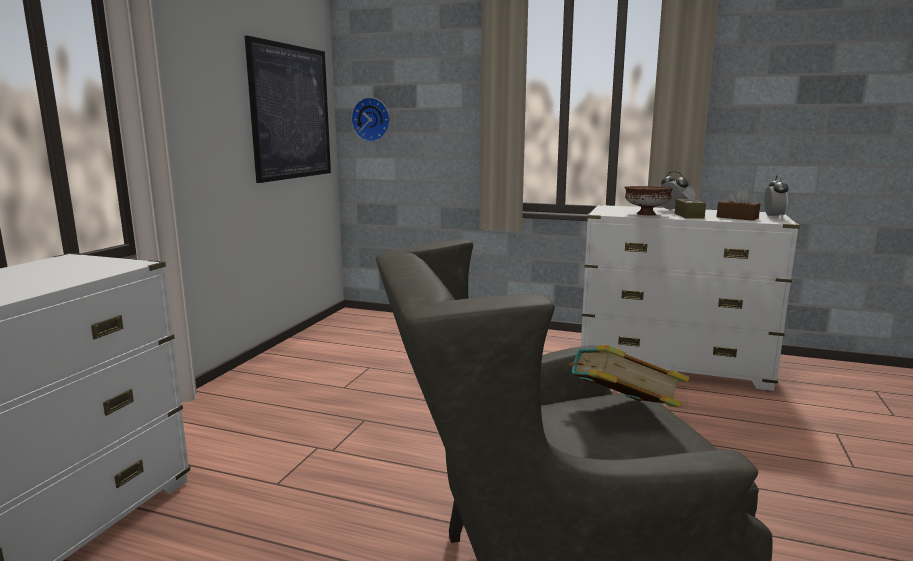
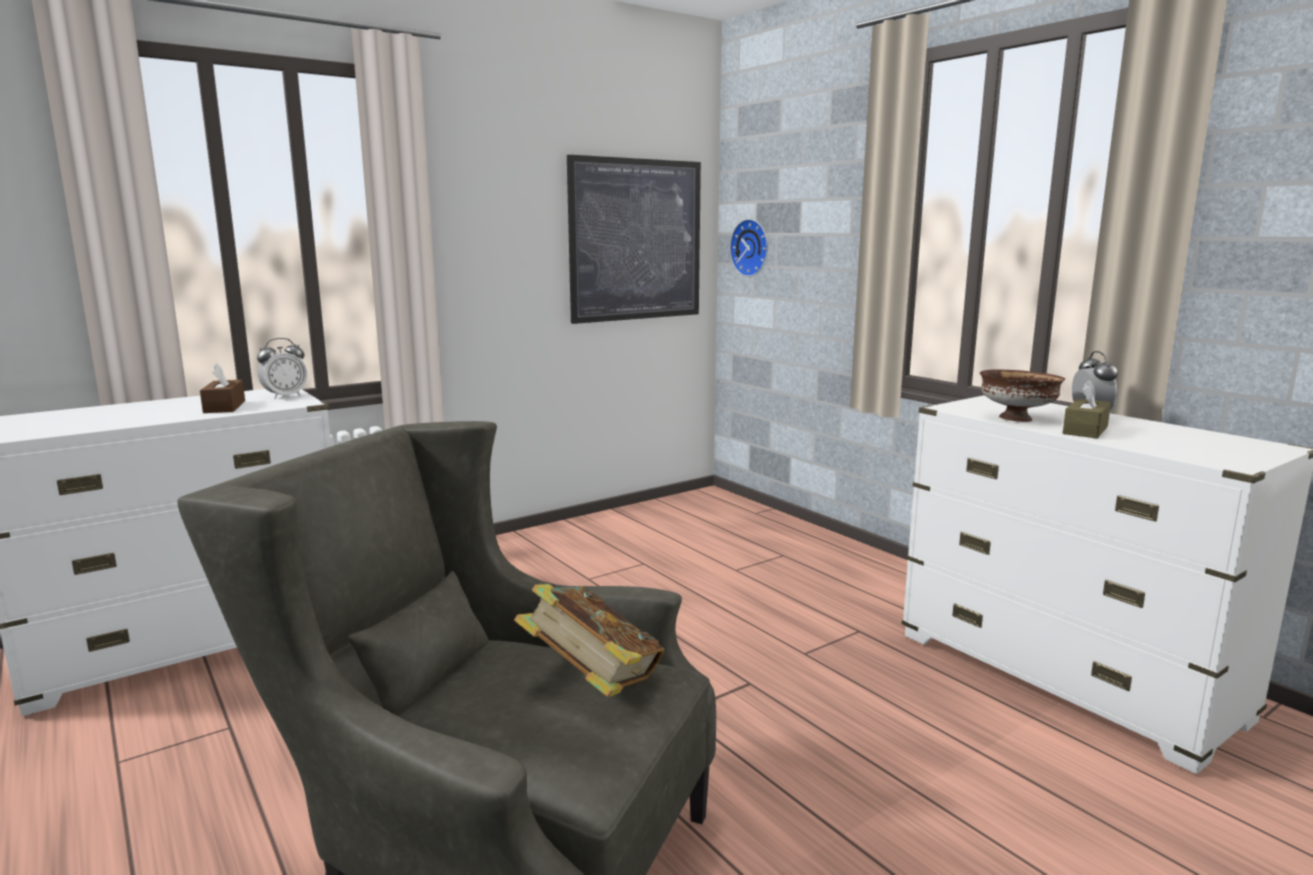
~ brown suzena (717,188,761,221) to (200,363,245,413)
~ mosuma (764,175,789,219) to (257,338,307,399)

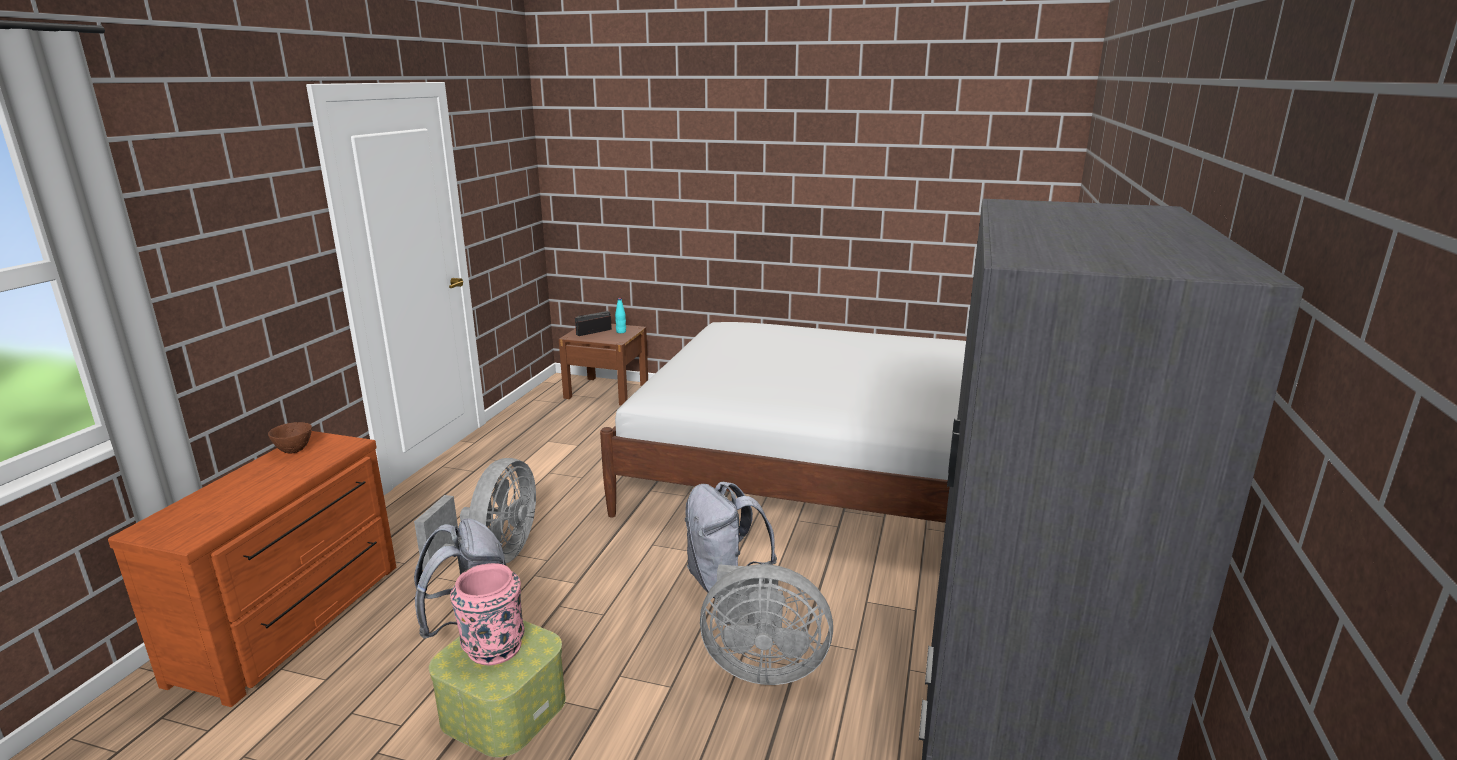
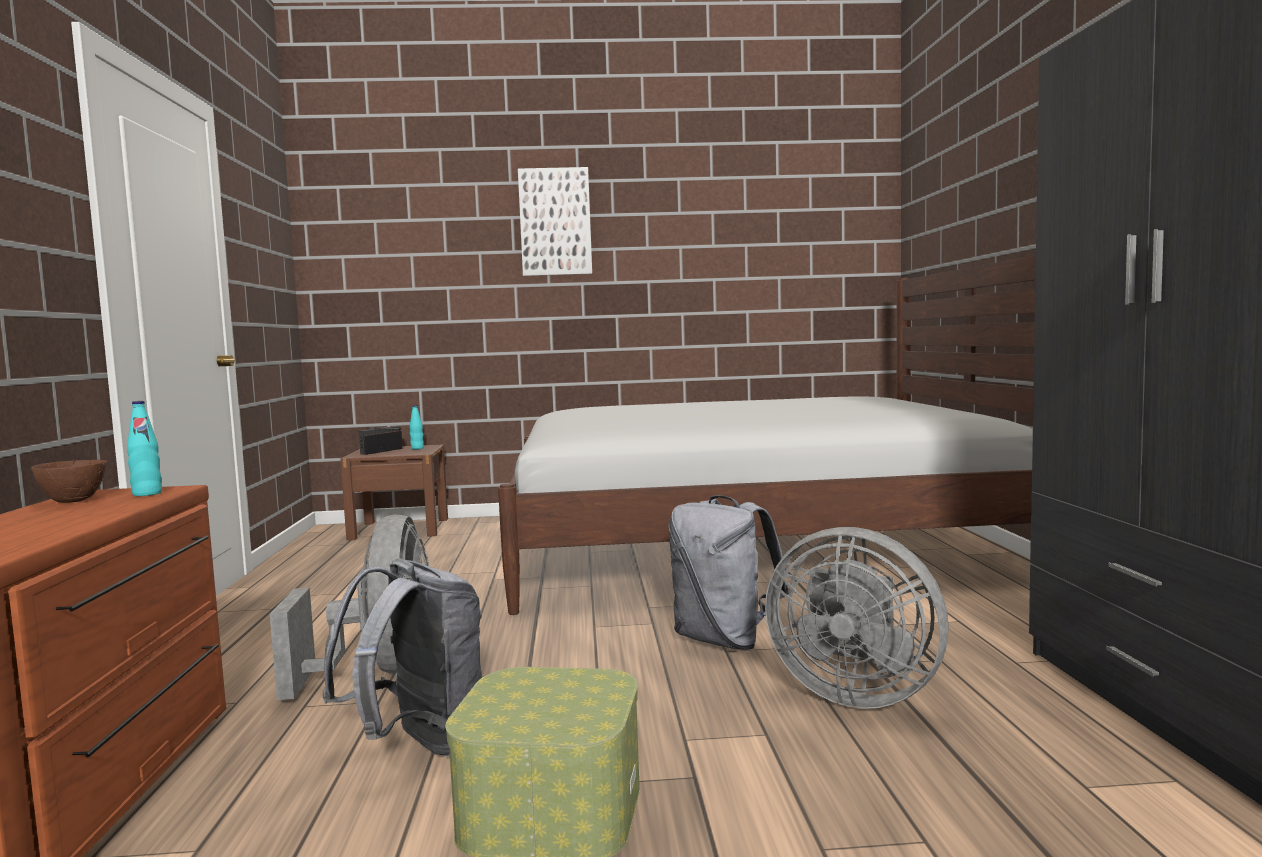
- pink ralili (450,563,525,665)
+ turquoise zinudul (127,401,162,496)
+ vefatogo (518,167,592,276)
~ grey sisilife (700,564,833,685) = (765,527,949,709) 45 degrees clockwise

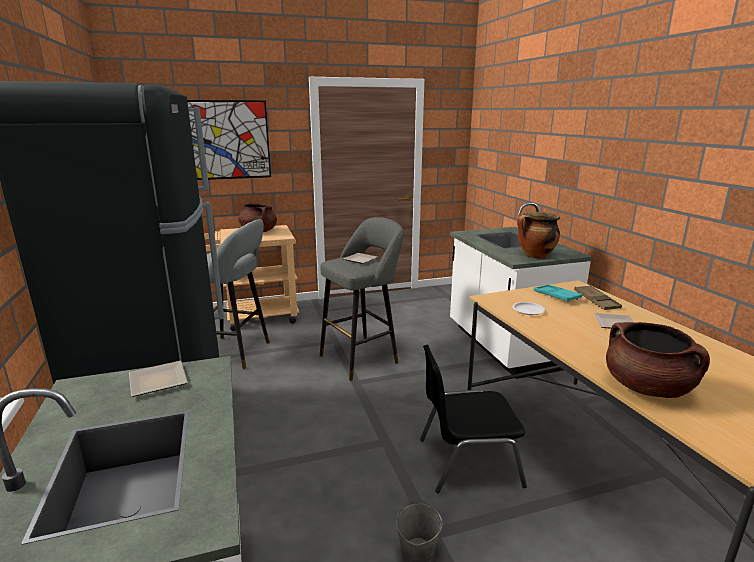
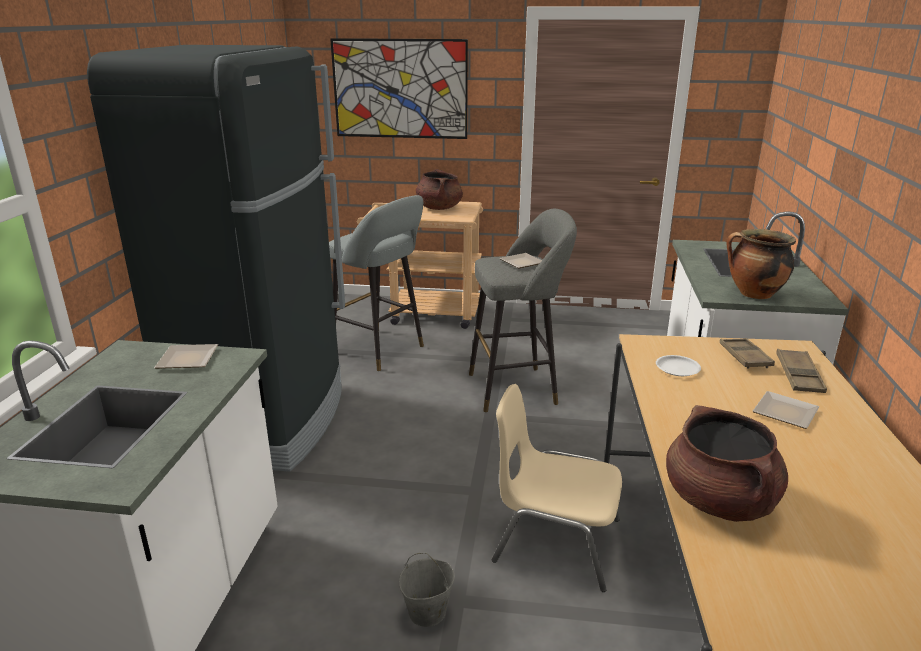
~ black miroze (420,345,527,493) to beige miroze (492,384,622,592)
~ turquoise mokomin (534,284,582,302) to brown mokomin (720,338,775,369)

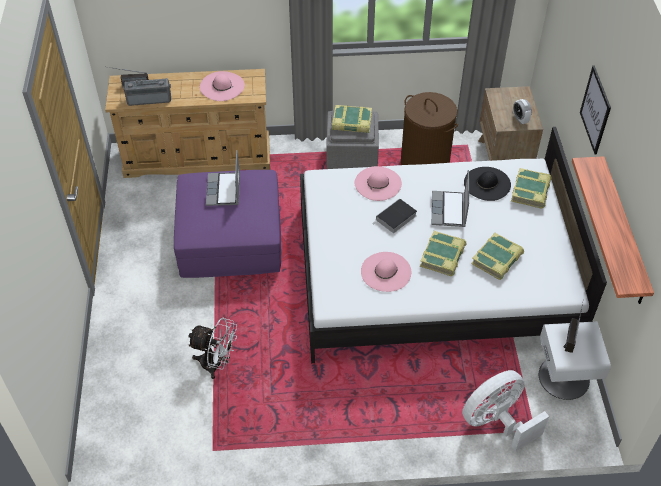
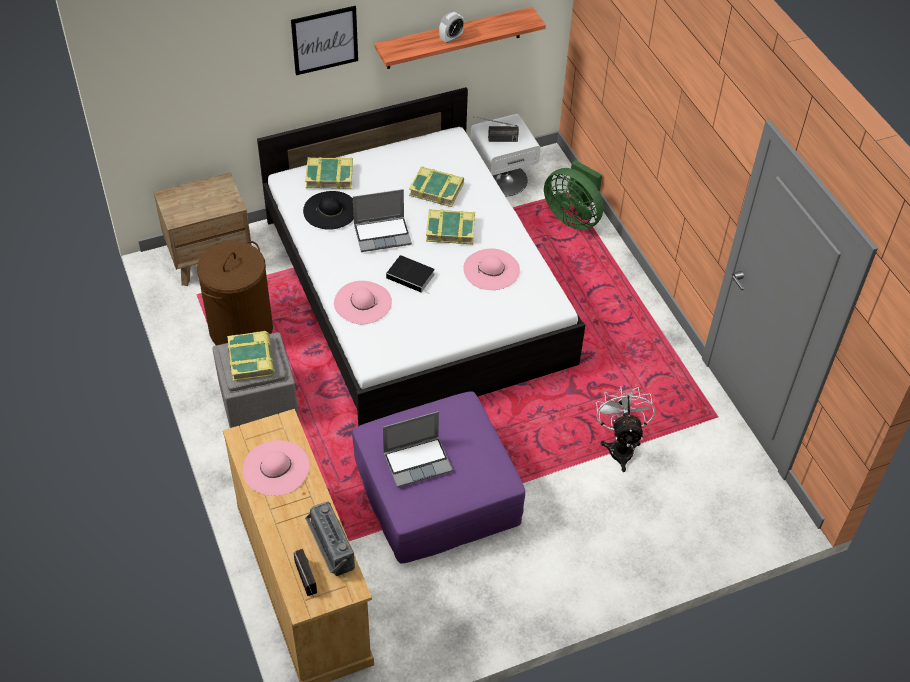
~ mosuma (513,99,532,124) to (439,12,464,43)
~ white sisilife (462,370,549,451) to green sisilife (544,160,604,230)

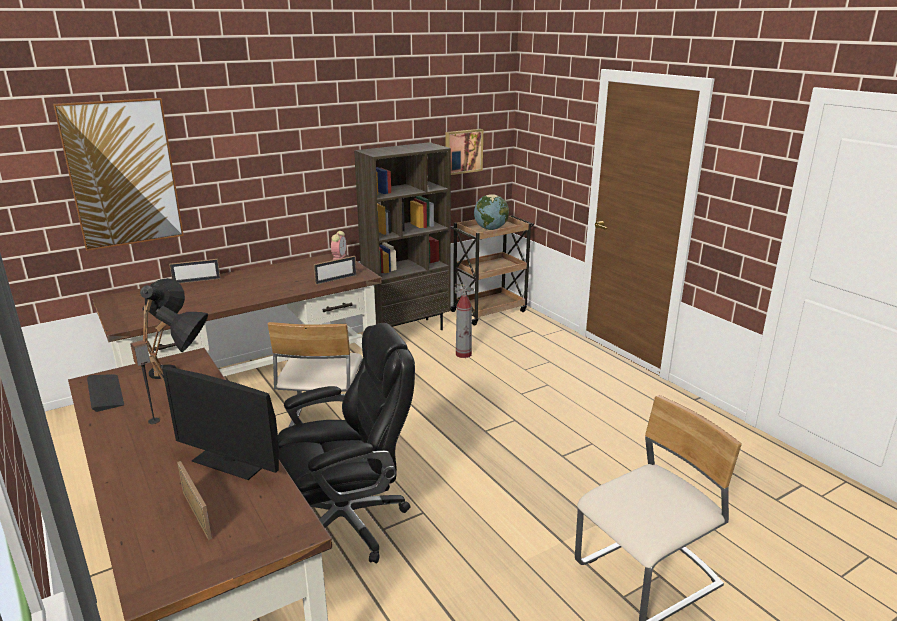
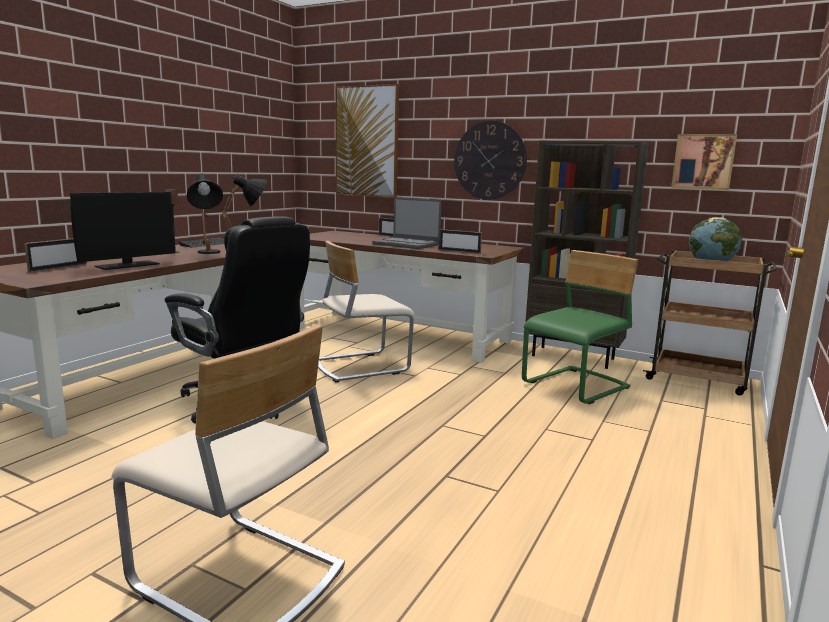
- mosuma (331,231,346,260)
+ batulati (372,197,442,249)
+ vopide (454,121,527,200)
~ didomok (454,284,474,358) to green miroze (522,250,638,404)
~ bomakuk (162,366,279,480) = (70,192,175,270) 135 degrees counterclockwise

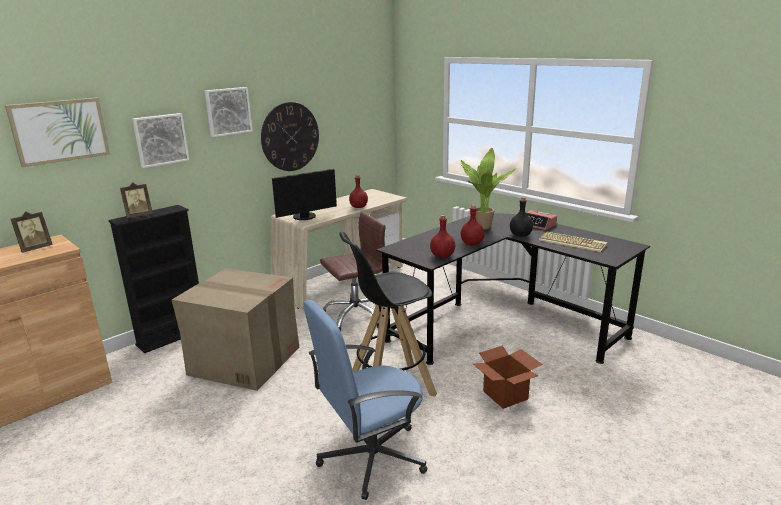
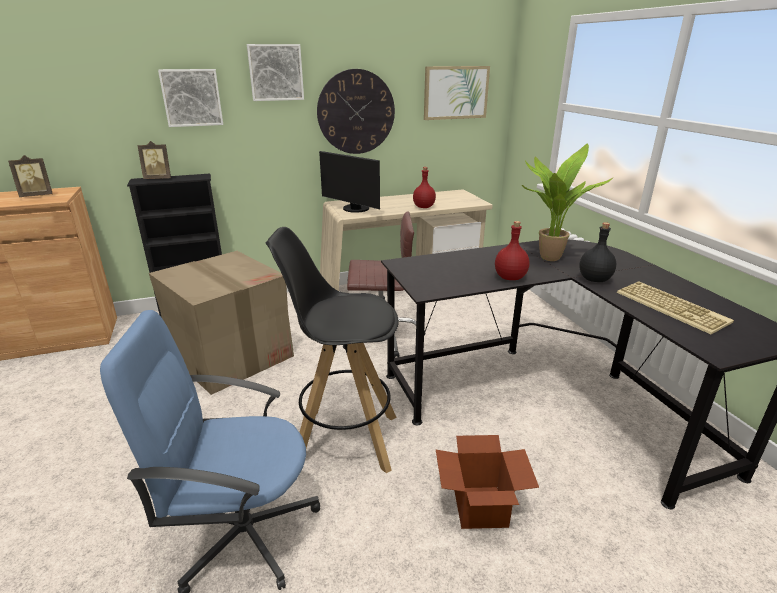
- red zinudul (430,215,455,258)
- mosuma (526,210,557,230)
~ vefatogo (5,98,110,167) to (424,66,490,120)
~ bomakuk (272,169,337,220) = (319,151,380,213) 45 degrees clockwise

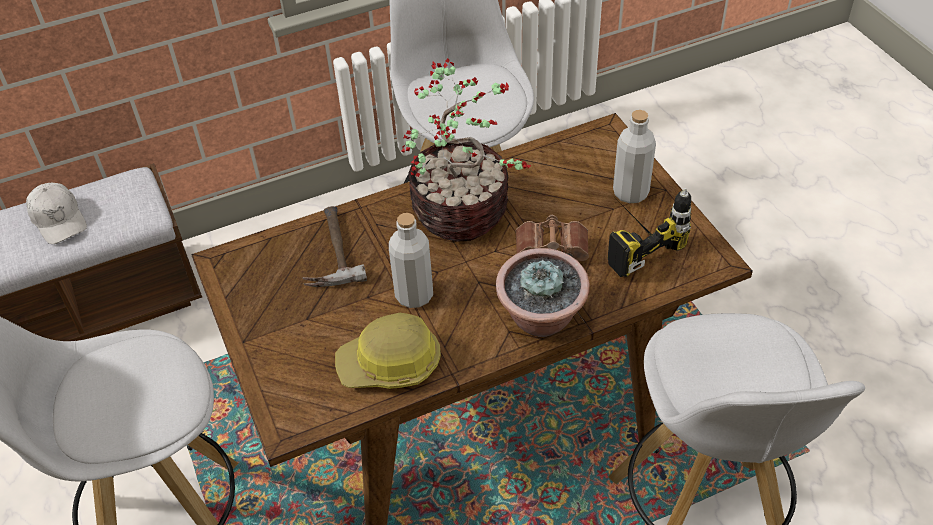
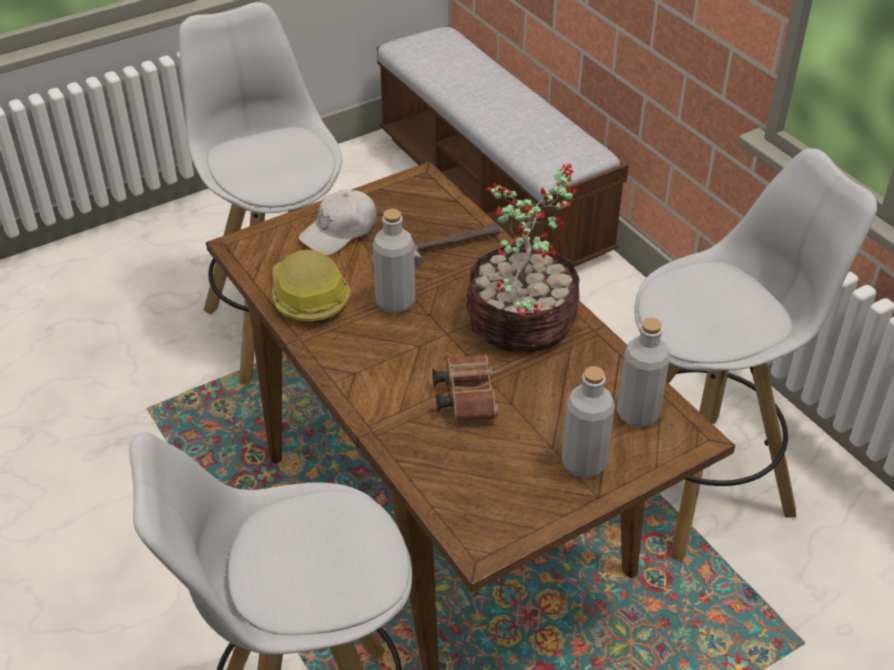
- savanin (496,248,590,337)
- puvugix (608,188,692,277)
+ grey zinudul (617,318,670,427)
~ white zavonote (26,183,87,244) to (299,189,377,255)

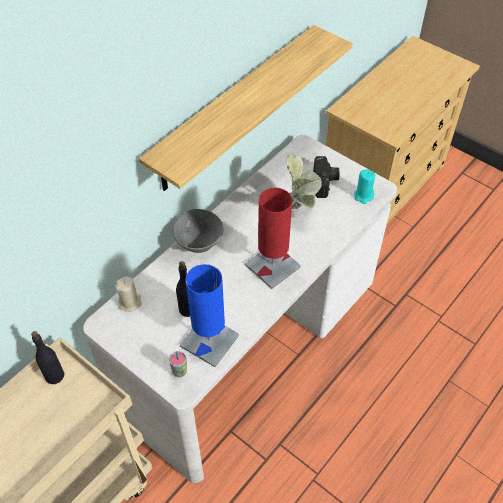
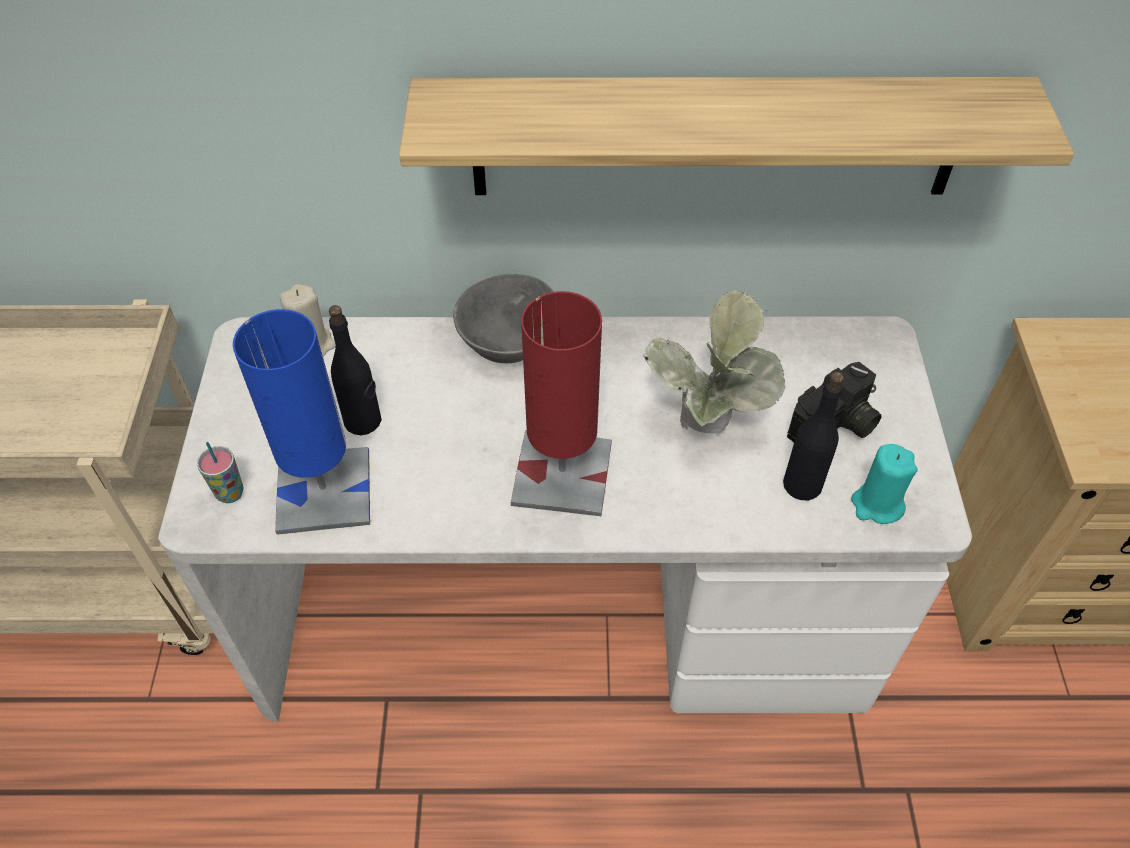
~ black zinudul (31,331,64,384) to (783,372,844,500)

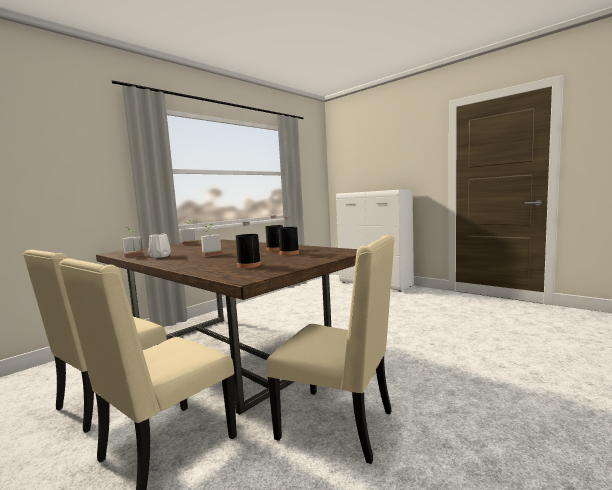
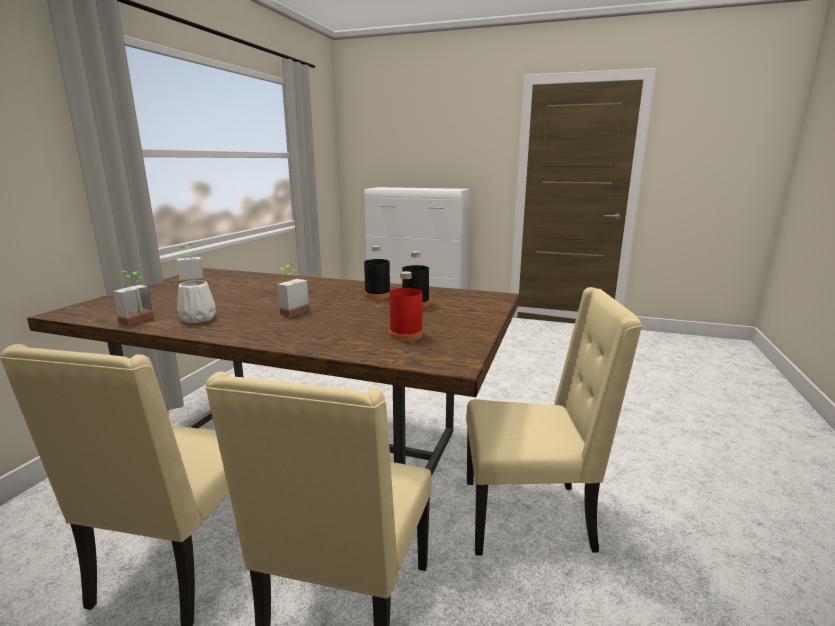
~ black zinudul (236,221,261,268) to red zinudul (389,271,423,341)

